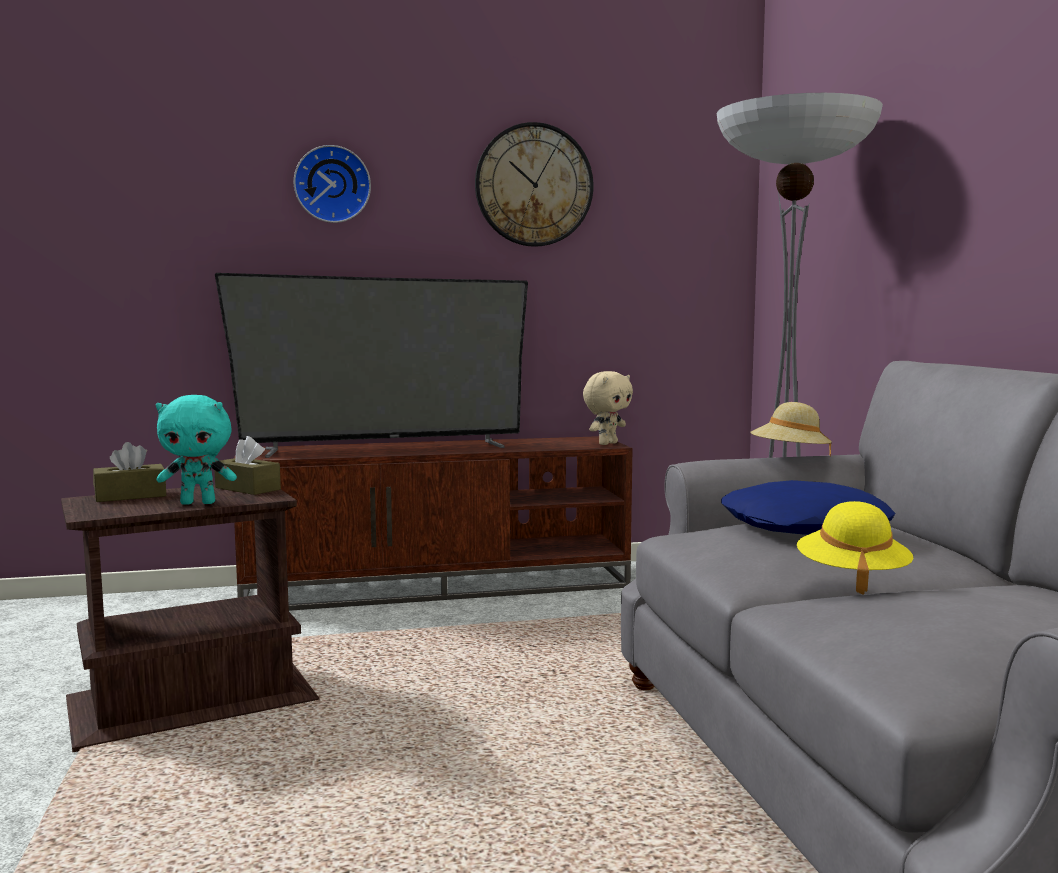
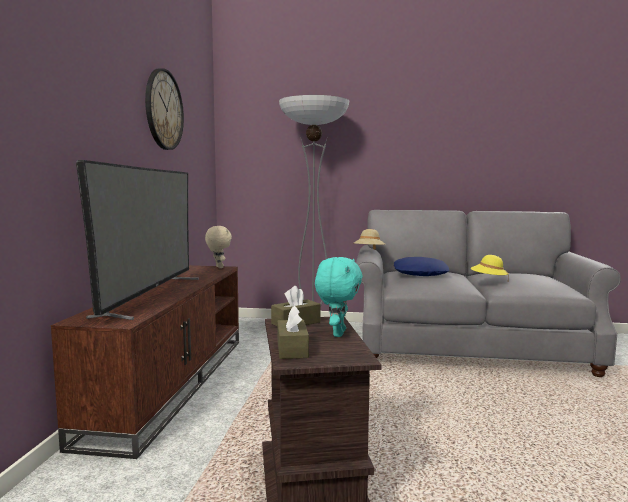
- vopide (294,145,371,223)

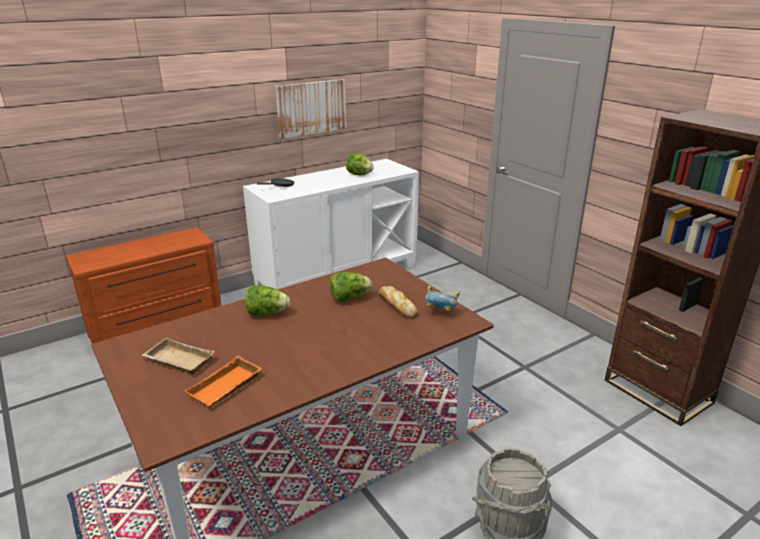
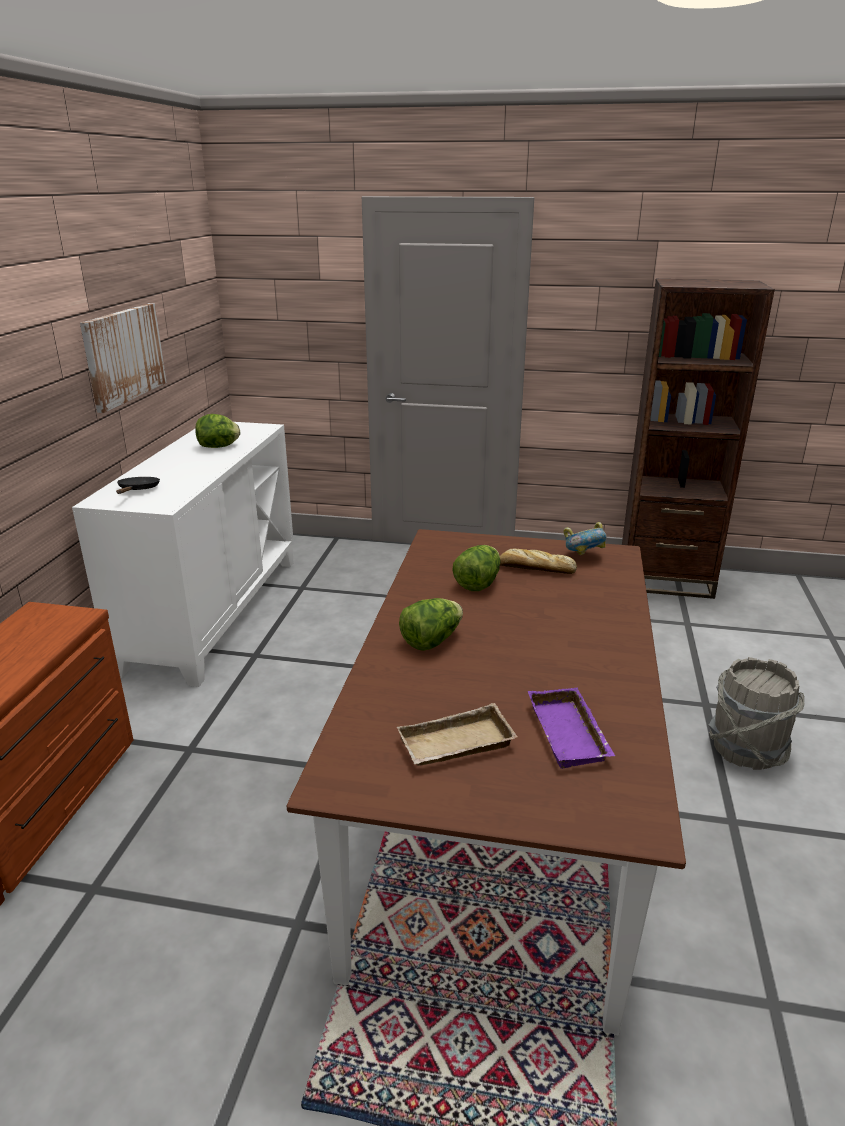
~ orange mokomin (184,356,262,407) to purple mokomin (528,688,615,769)

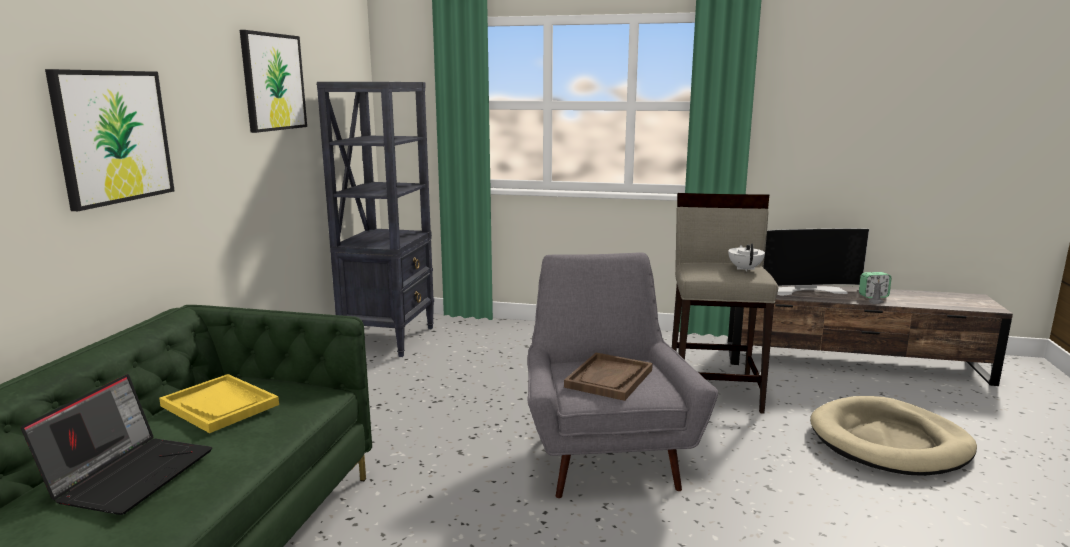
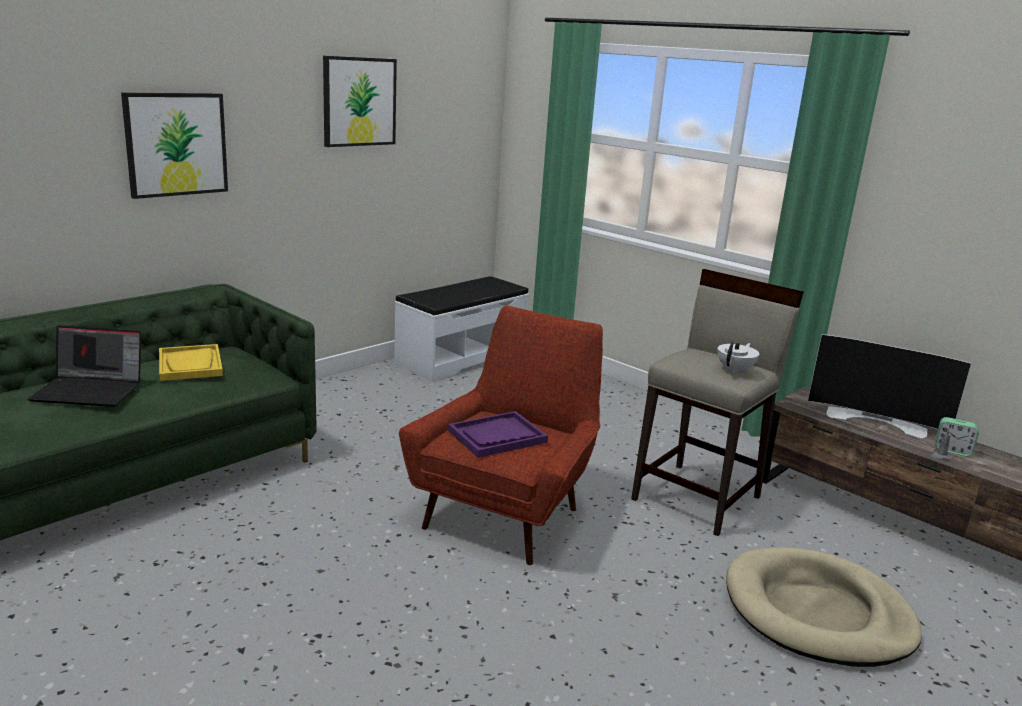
~ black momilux (317,82,434,357) to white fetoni (394,276,529,382)
~ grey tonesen (527,253,718,498) to red tonesen (399,306,603,565)
~ brown mokomin (564,353,653,401) to purple mokomin (448,411,548,458)
~ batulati (21,374,212,515) = (27,326,141,407) 45 degrees clockwise

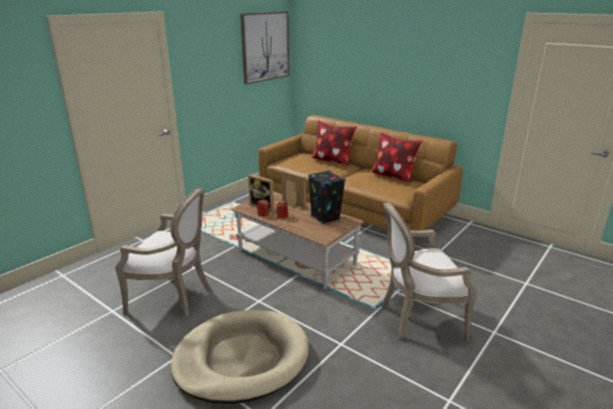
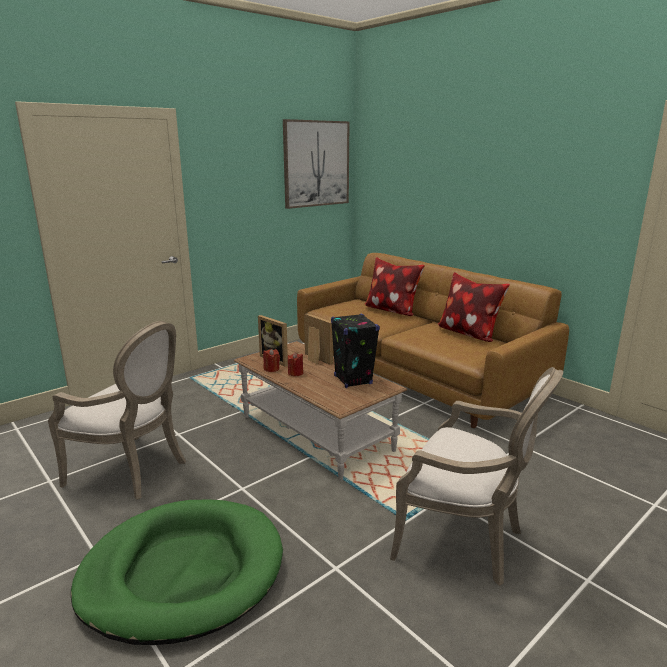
~ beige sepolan (171,310,309,404) to green sepolan (71,499,283,645)
~ tonesen (381,202,477,341) = (390,367,563,586) 150 degrees counterclockwise

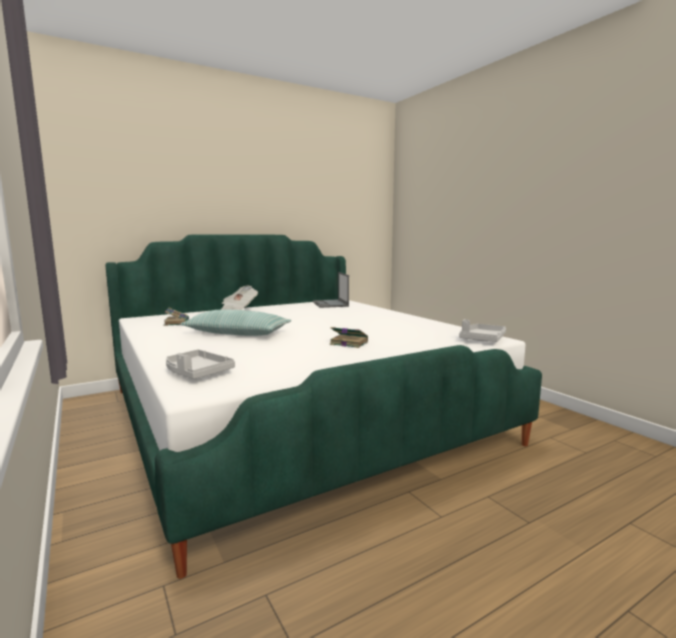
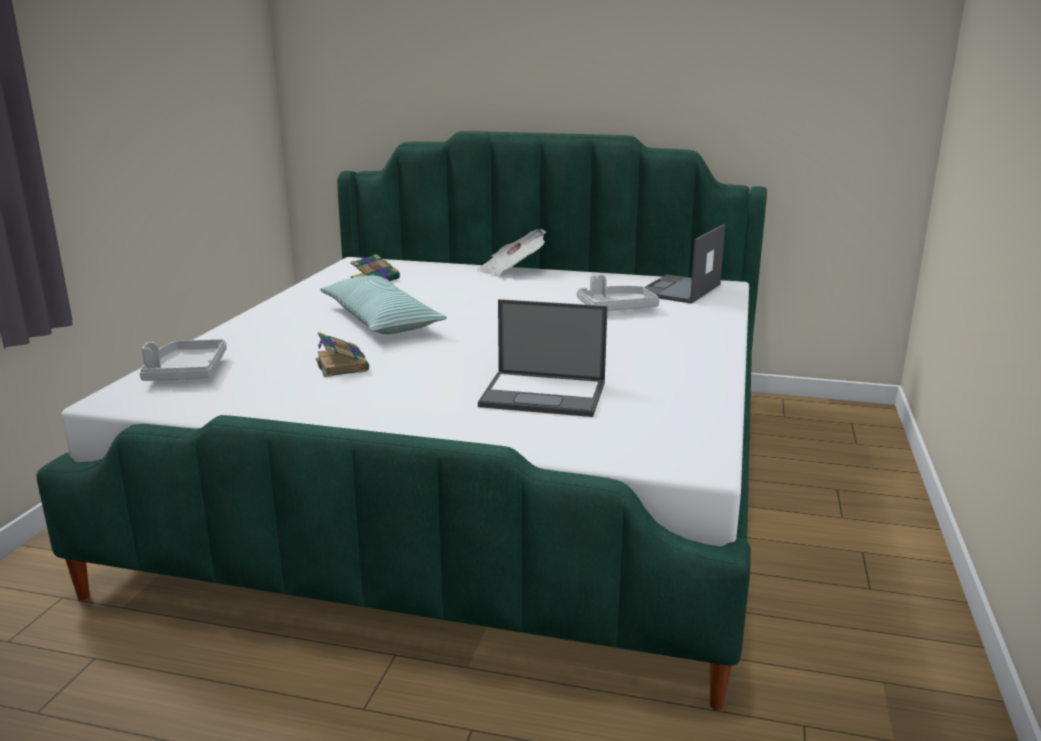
+ batulati (478,299,608,417)
~ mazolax (330,327,368,348) to (316,332,369,377)
~ grey mokomin (459,319,506,342) to (577,275,659,311)

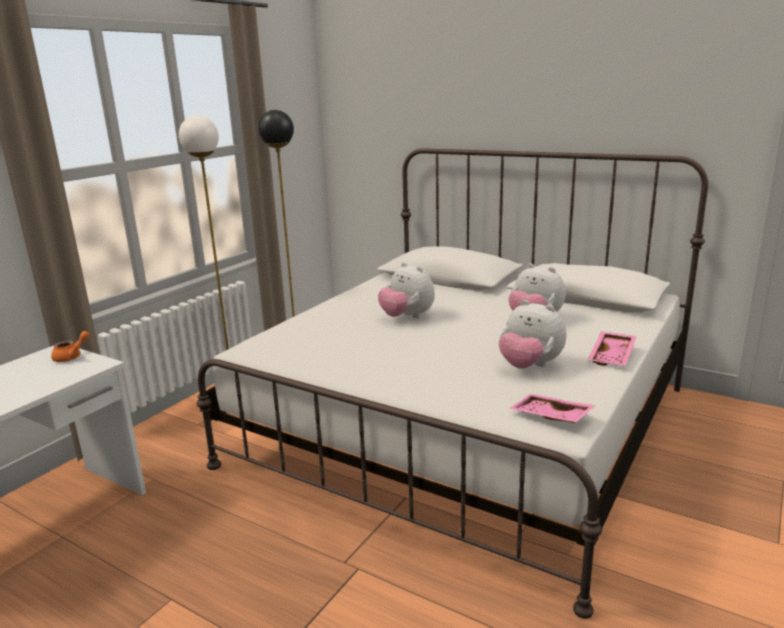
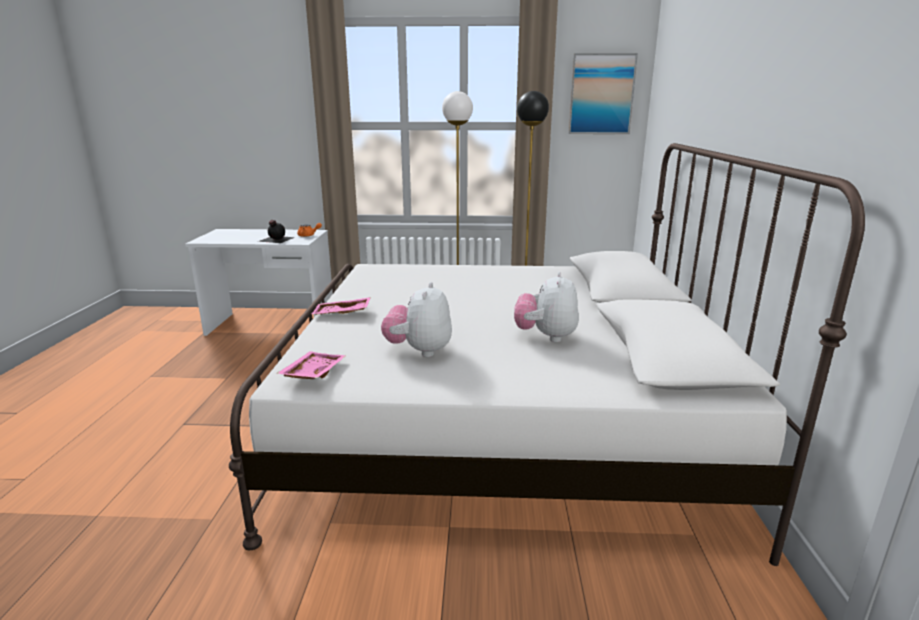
- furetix (378,262,435,318)
+ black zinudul (258,220,295,243)
+ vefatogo (568,53,638,134)
~ pink mokomin (588,332,637,366) to (311,297,371,315)

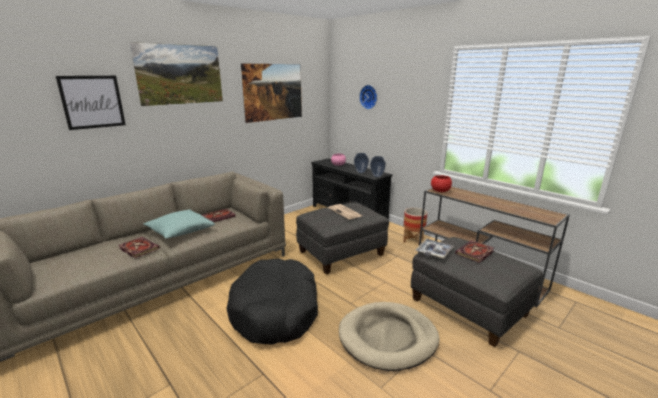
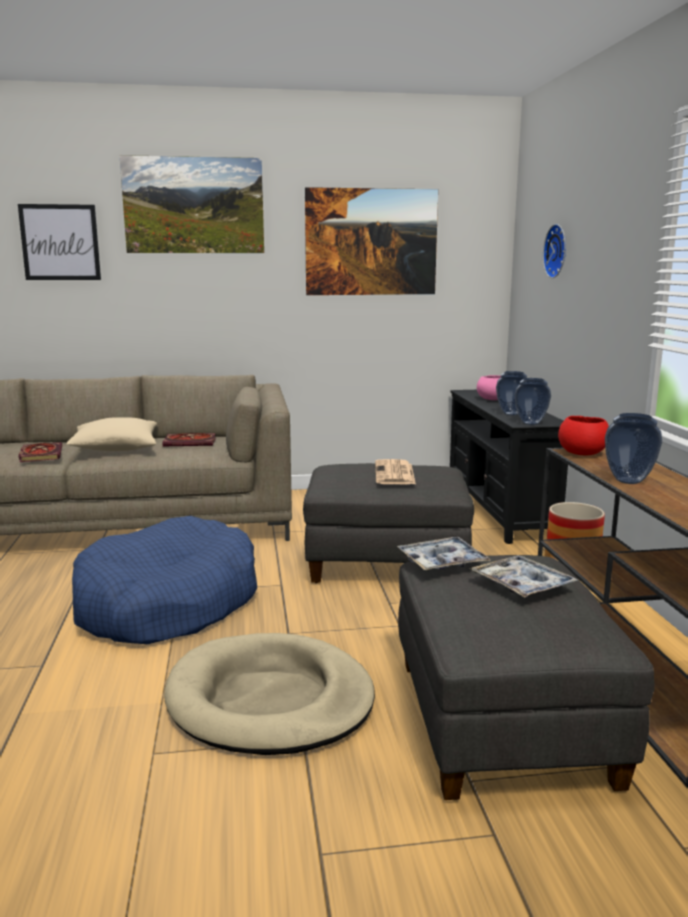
+ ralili (605,413,662,484)
~ mazolax (455,240,494,263) to mokomin (469,555,578,597)
~ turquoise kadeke (143,209,215,239) to beige kadeke (66,417,157,451)
~ black sepolan (226,259,318,345) to blue sepolan (72,516,257,644)

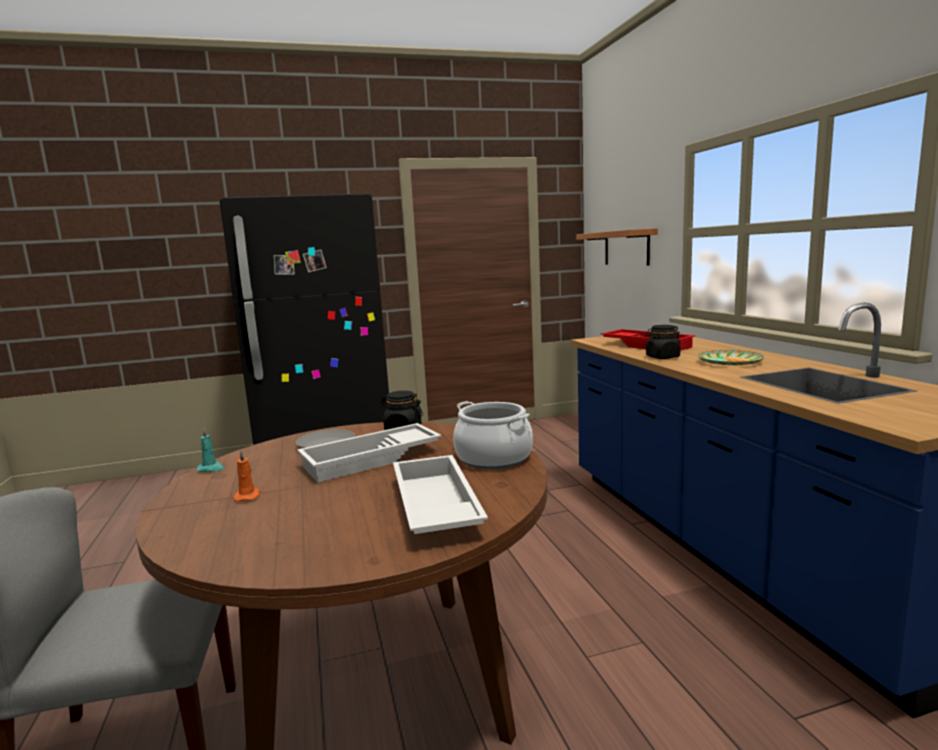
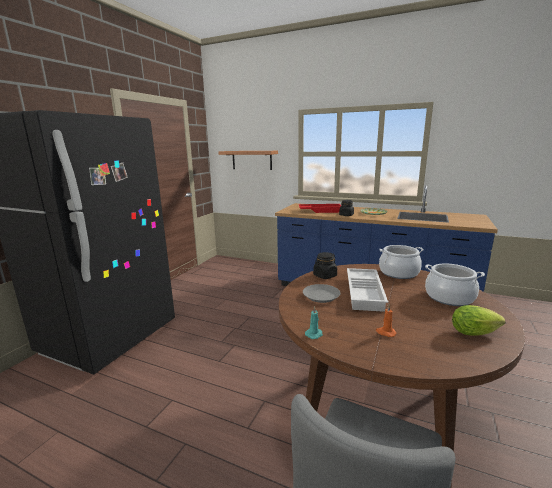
+ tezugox (452,305,506,336)
~ white mokomin (393,455,488,534) to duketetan (425,263,485,306)

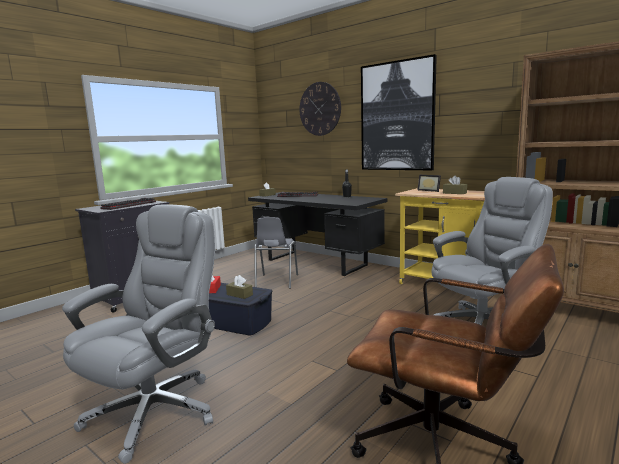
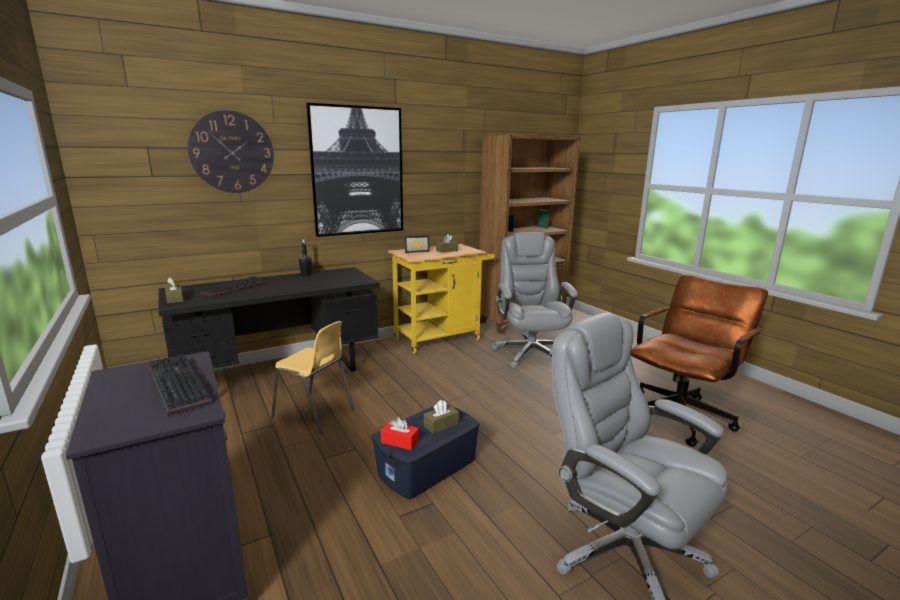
~ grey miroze (254,217,298,289) to yellow miroze (271,321,354,433)

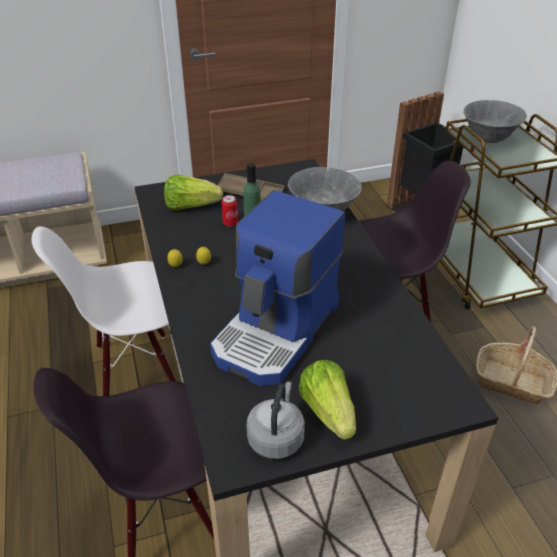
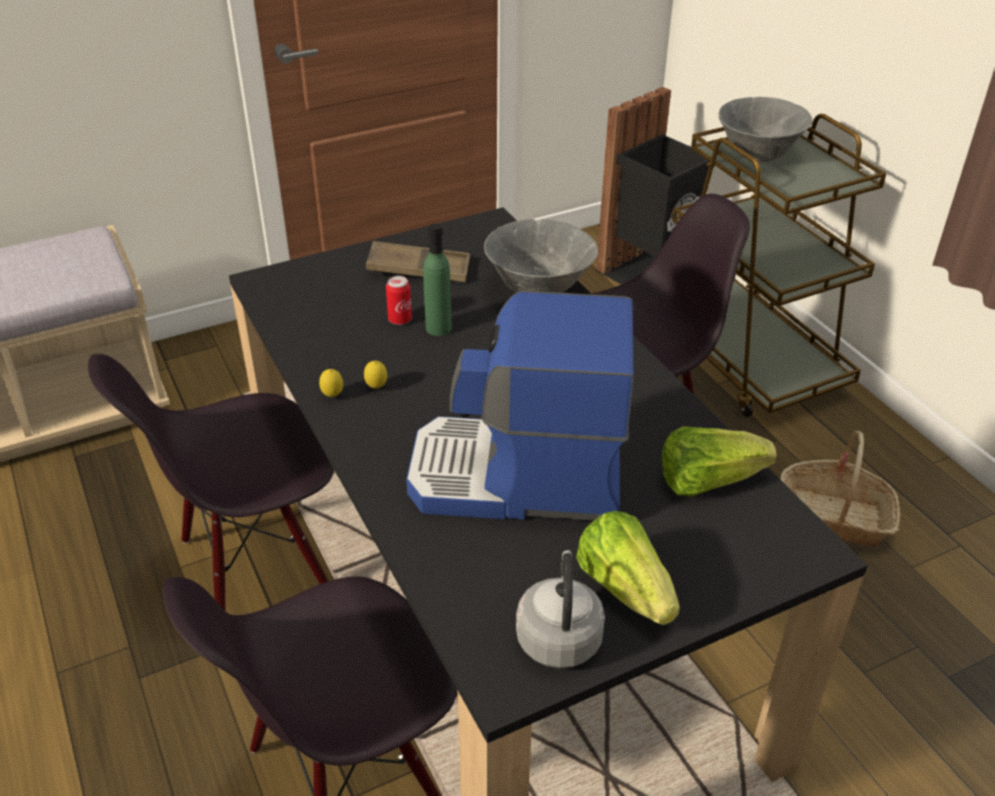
~ tezugox (164,175,223,211) to (662,427,777,497)
~ white miroze (32,226,176,396) to black miroze (88,354,334,610)
~ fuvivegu (210,190,345,386) = (406,291,634,521) 75 degrees clockwise

